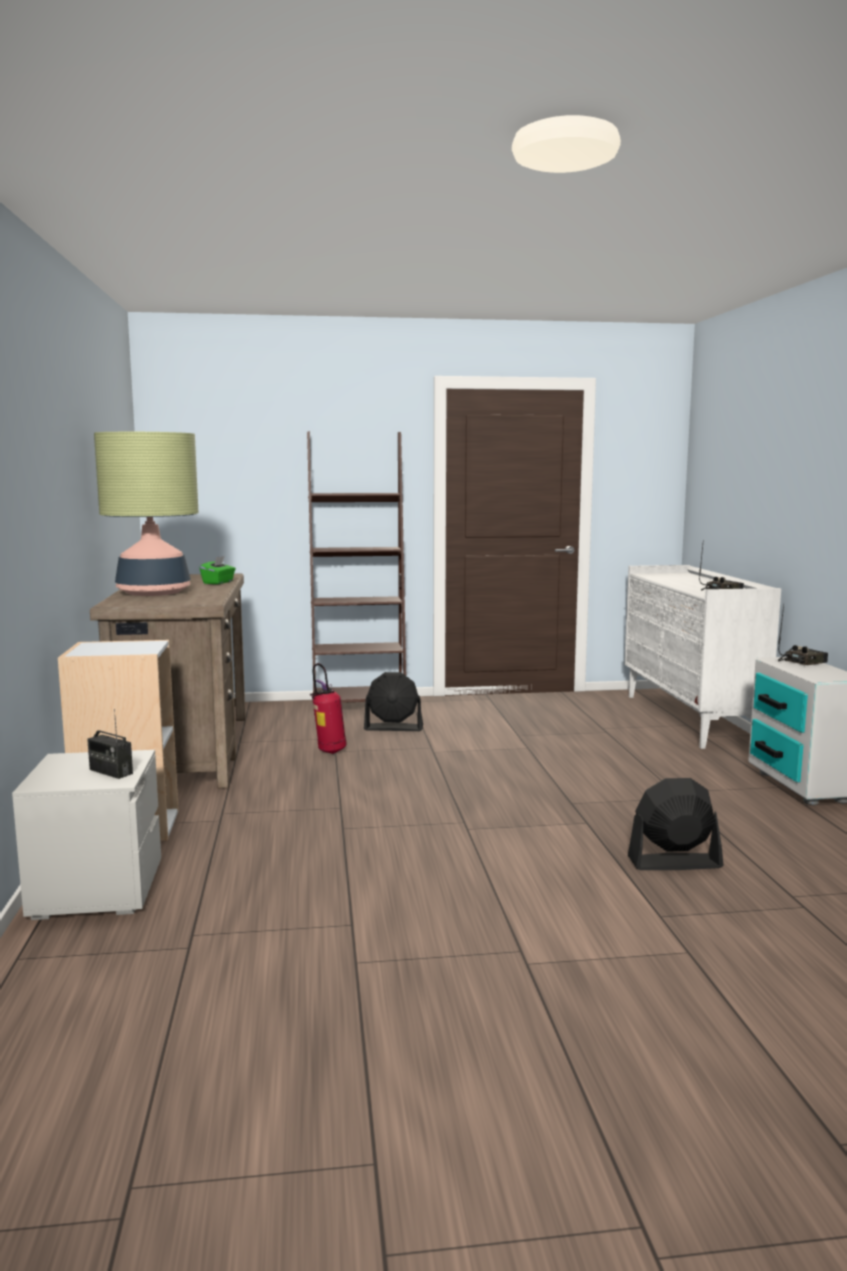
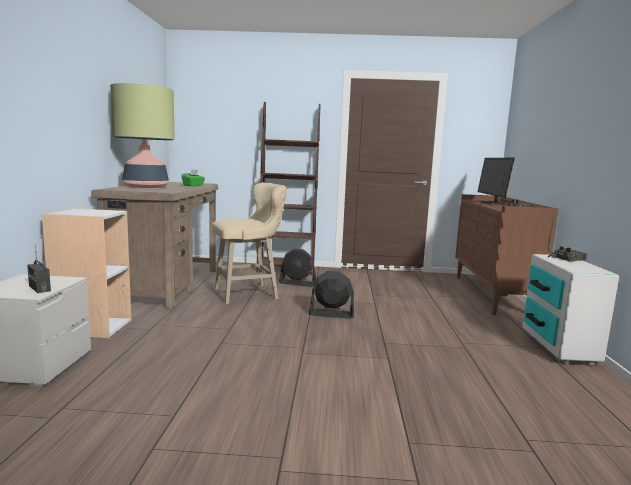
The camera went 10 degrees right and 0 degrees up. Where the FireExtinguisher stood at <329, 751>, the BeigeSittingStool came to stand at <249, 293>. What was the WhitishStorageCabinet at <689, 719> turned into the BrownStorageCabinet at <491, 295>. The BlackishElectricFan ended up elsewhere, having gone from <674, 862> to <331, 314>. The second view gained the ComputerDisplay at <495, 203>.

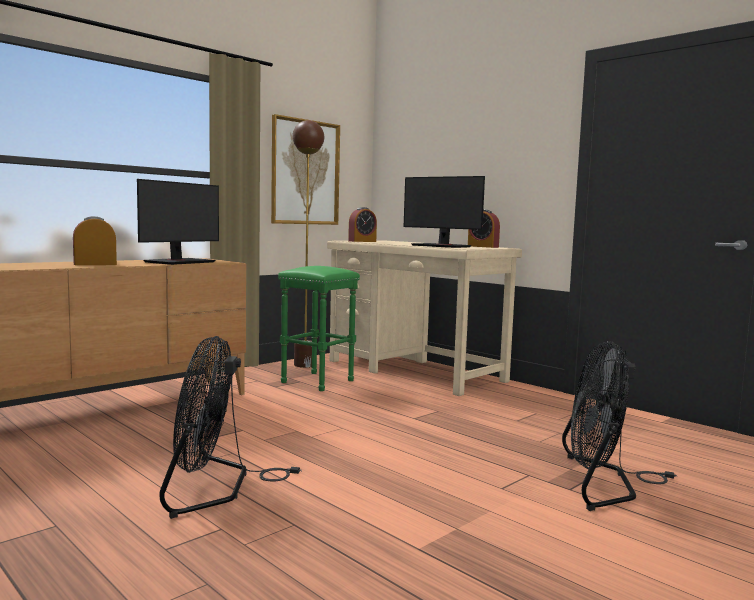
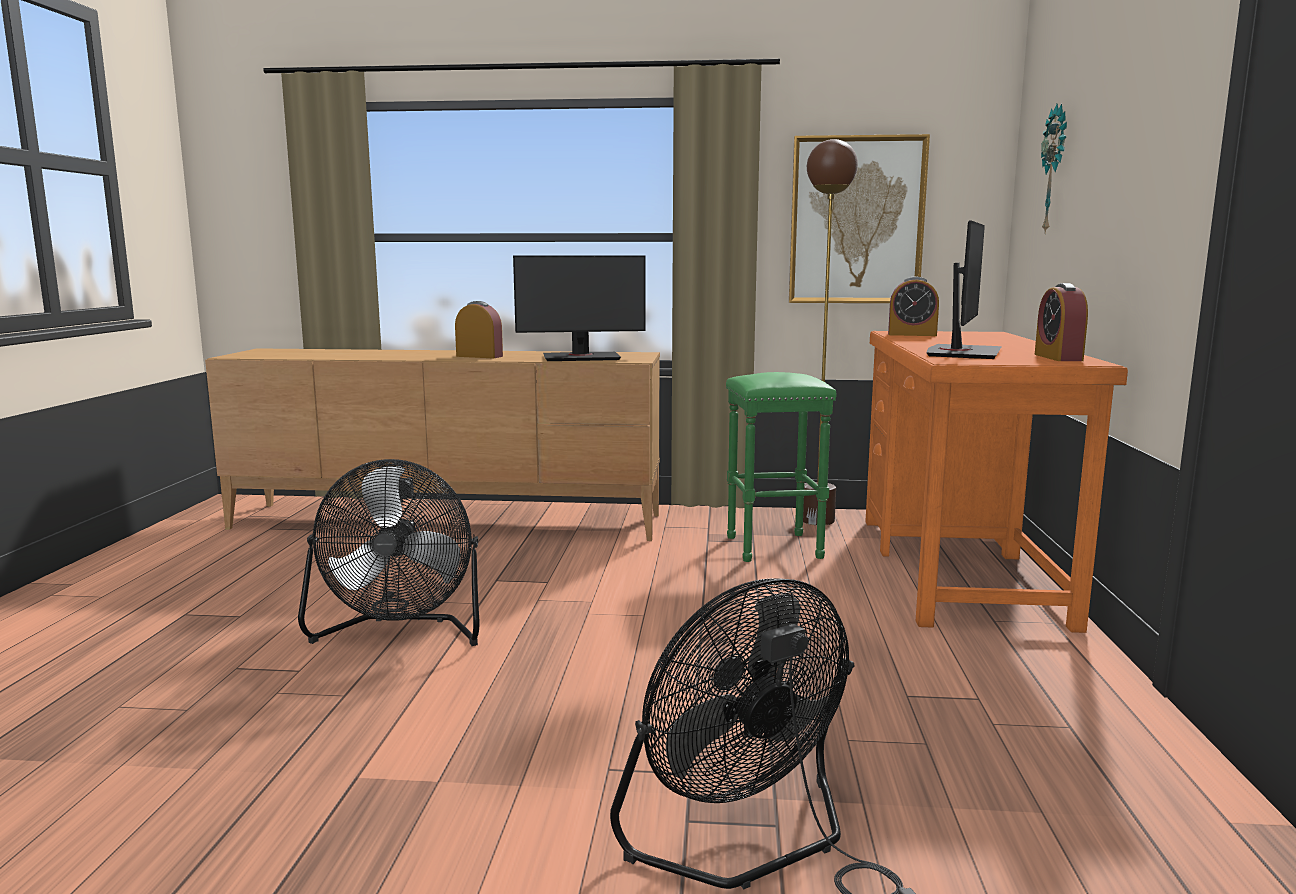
The camera went 50 degrees right and 5 degrees up. The BlackishElectricFan at <220, 483> ended up facing another way, 135 degrees counterclockwise from before. What was the BeigeDeskTable at <415, 371> turned into the OrangeyDeskTable at <959, 568>. The ComputerDisplay at <441, 246> ended up facing another way, 150 degrees counterclockwise from before. The second view gained the HangingClock at <1056, 169>.

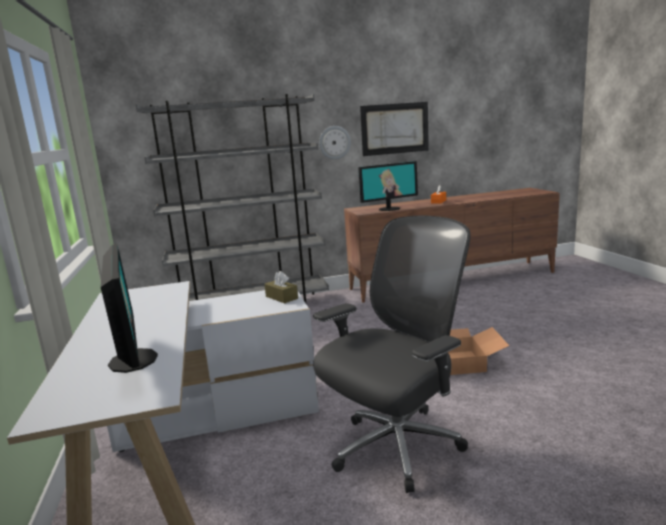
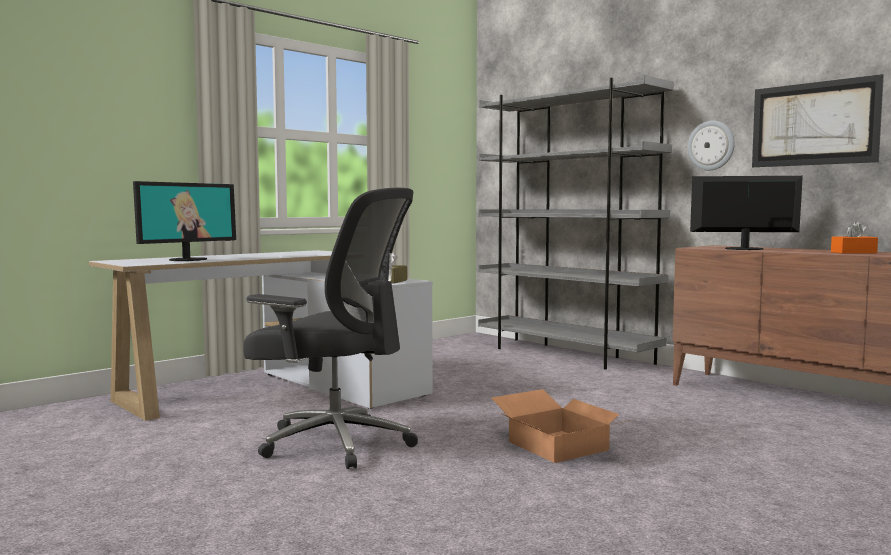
The camera went 60 degrees right and 10 degrees down. The ComputerDisplay at <389, 209> ended up facing another way, 150 degrees clockwise from before.

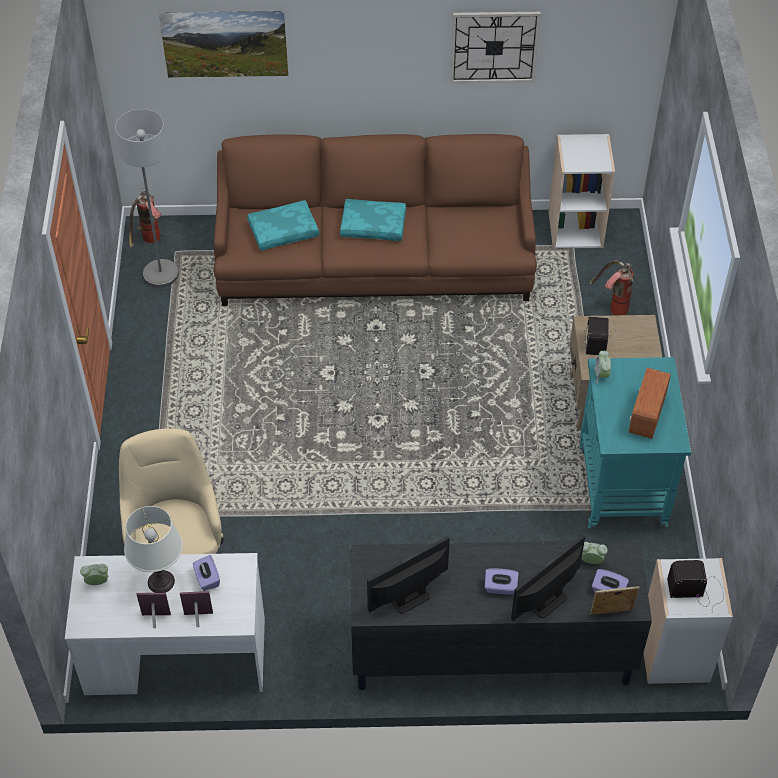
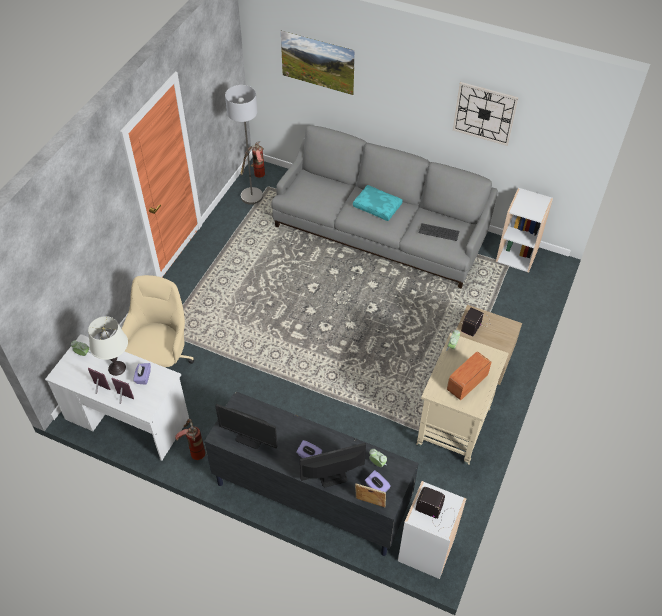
The camera went 25 degrees right and 0 degrees up. What was the BrownSettee at <375, 260> turned into the GreyishSettee at <380, 231>. The second view lost the TurquoiseColouredThrowPillow at <283, 230>. The ComputerDisplay at <409, 597> ended up facing another way, 150 degrees counterclockwise from before. What was the TurquoiseColouredWheeledCart at <621, 488> turned into the BeigeWheeledCart at <453, 428>. The FireExtinguisher ended up elsewhere, having gone from <611, 308> to <194, 450>. The second view gained the ComputerKeyboard at <439, 232>.

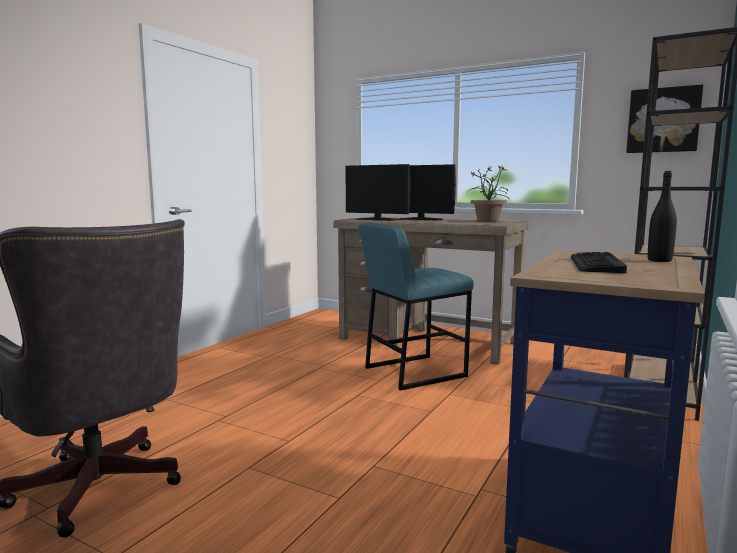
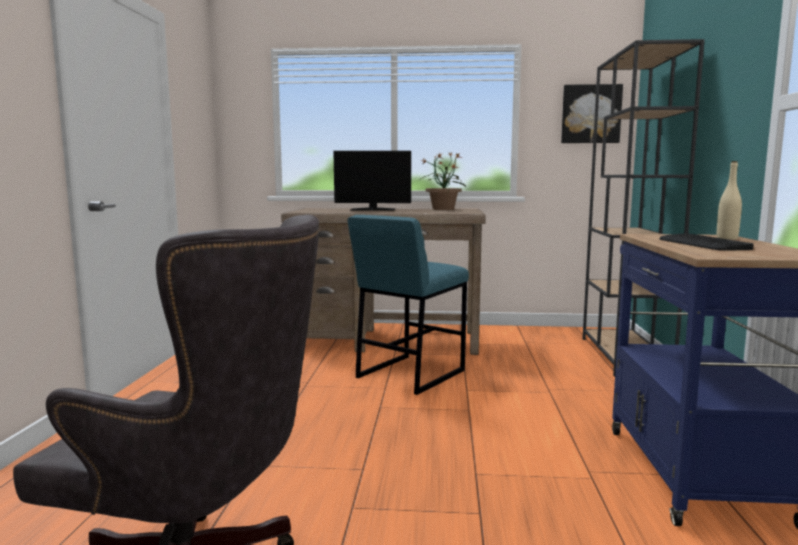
The camera went 25 degrees left and 0 degrees up. The second view lost the ComputerDisplay at <377, 219>. What was the BlackishBeverageBottle at <659, 260> turned into the BeigeBeverageBottle at <727, 238>.

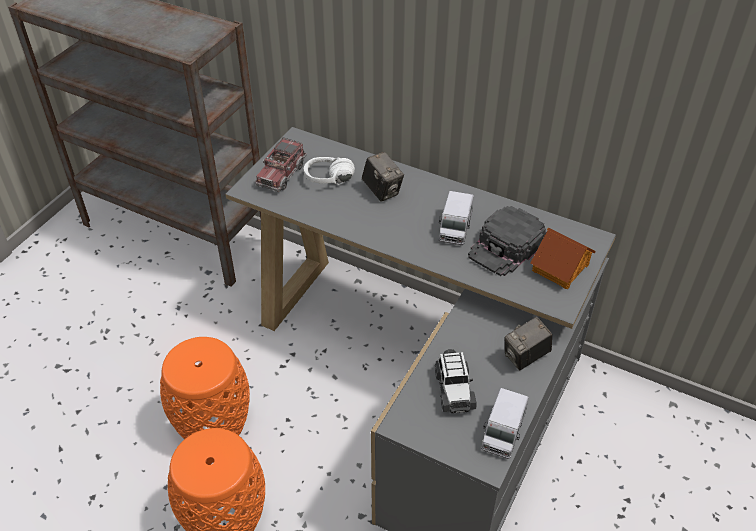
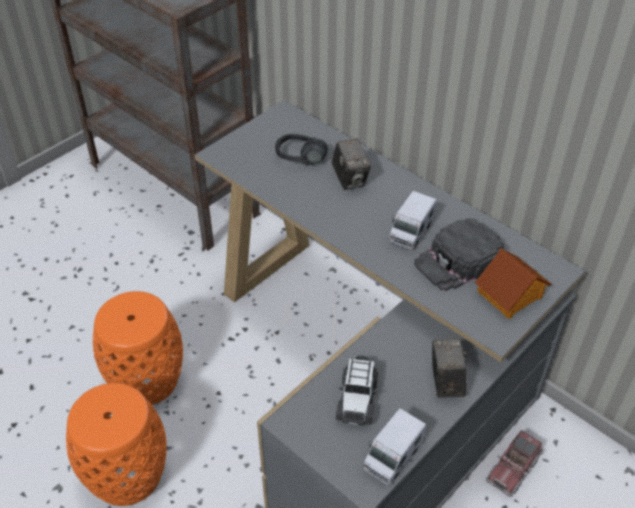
The camera went 15 degrees right and 0 degrees up. The ModelTruck ended up elsewhere, having gone from <281, 174> to <513, 468>. What was the WhitishHeadphones at <329, 183> turned into the BlackishHeadphones at <299, 162>. The PhotoCamera at <525, 357> ended up facing another way, 105 degrees clockwise from before.

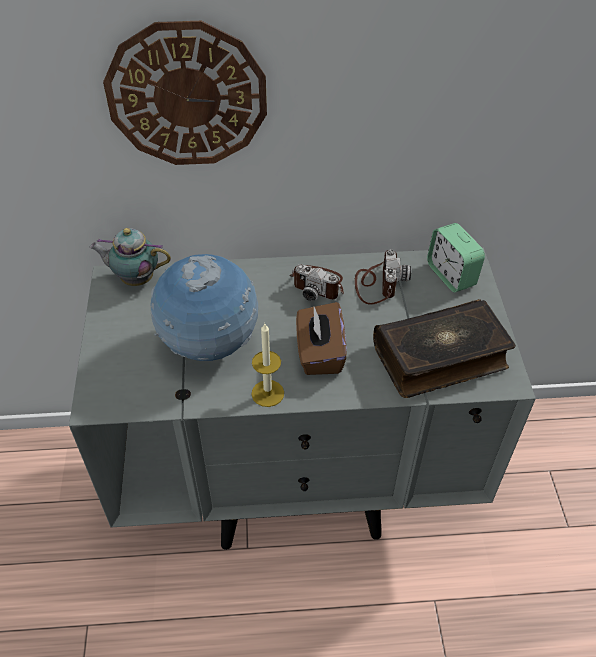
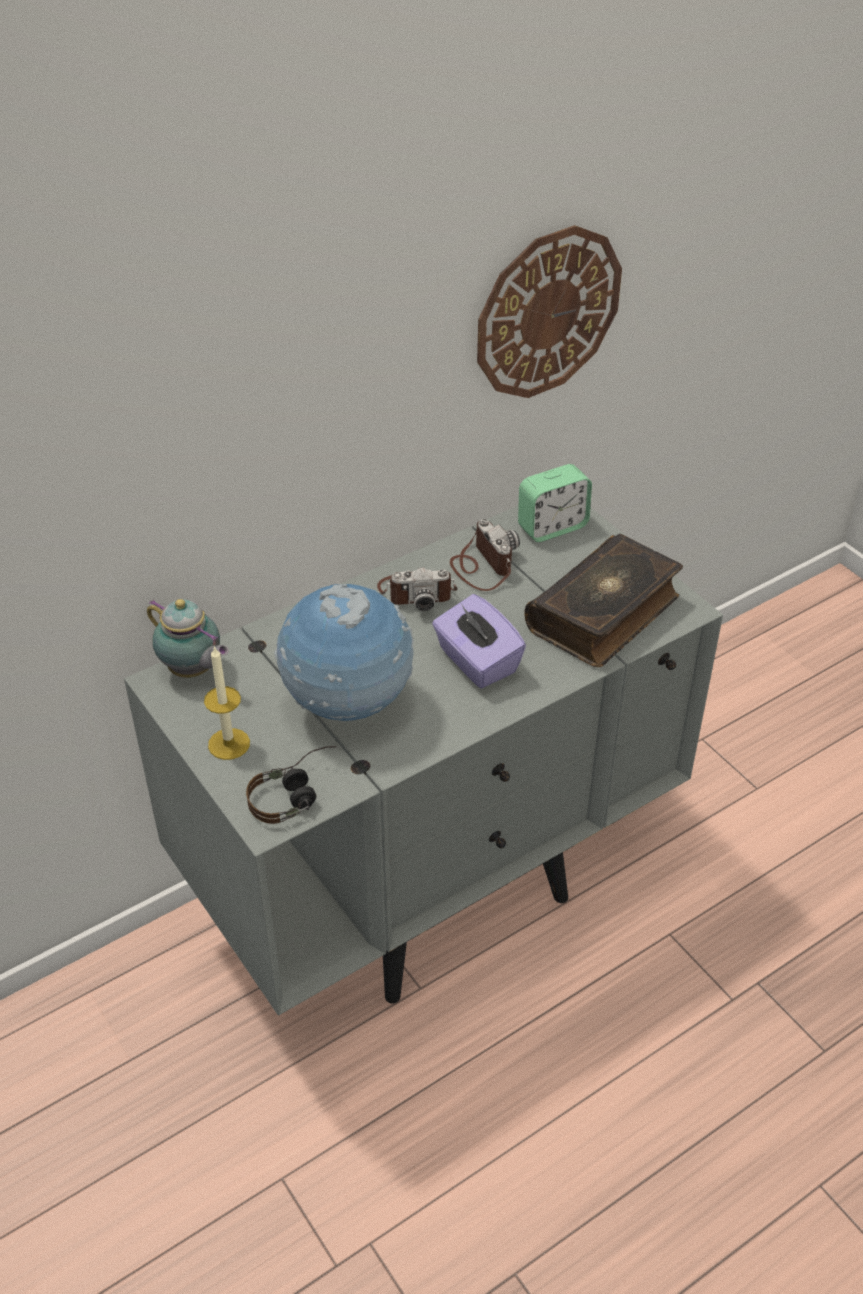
The camera went 30 degrees left and 5 degrees down. The Teapot at <135, 279> ended up facing another way, 120 degrees counterclockwise from before. The HangingClock ended up elsewhere, having gone from <187, 96> to <548, 313>. The WaxLight ended up elsewhere, having gone from <267, 393> to <229, 744>. What was the BrownBoxOfTissues at <319, 353> turned into the PurplishBoxOfTissues at <476, 662>. The TableClock at <451, 275> ended up facing another way, 60 degrees counterclockwise from before. The second view gained the Headphones at <296, 794>.

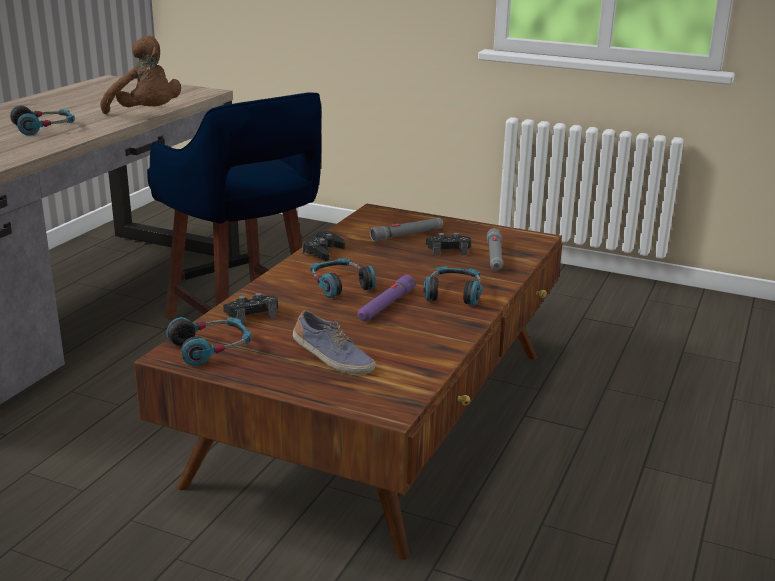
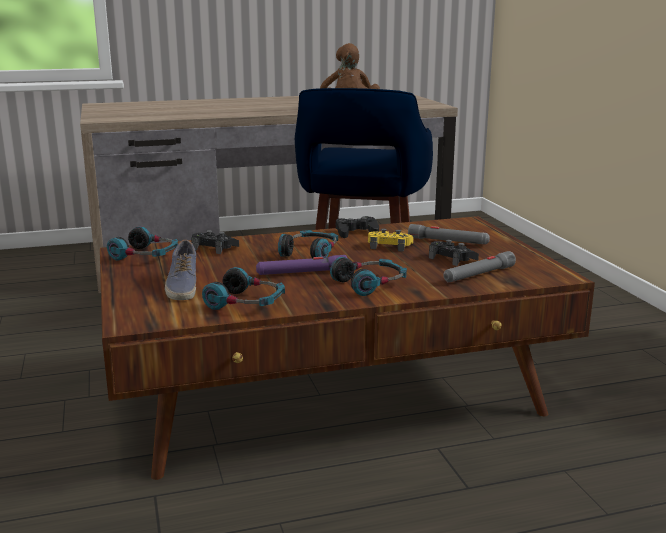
The camera went 50 degrees right and 5 degrees down. The Headphones ended up elsewhere, having gone from <44, 128> to <246, 303>. The second view gained the YellowColouredGamepad at <389, 246>.

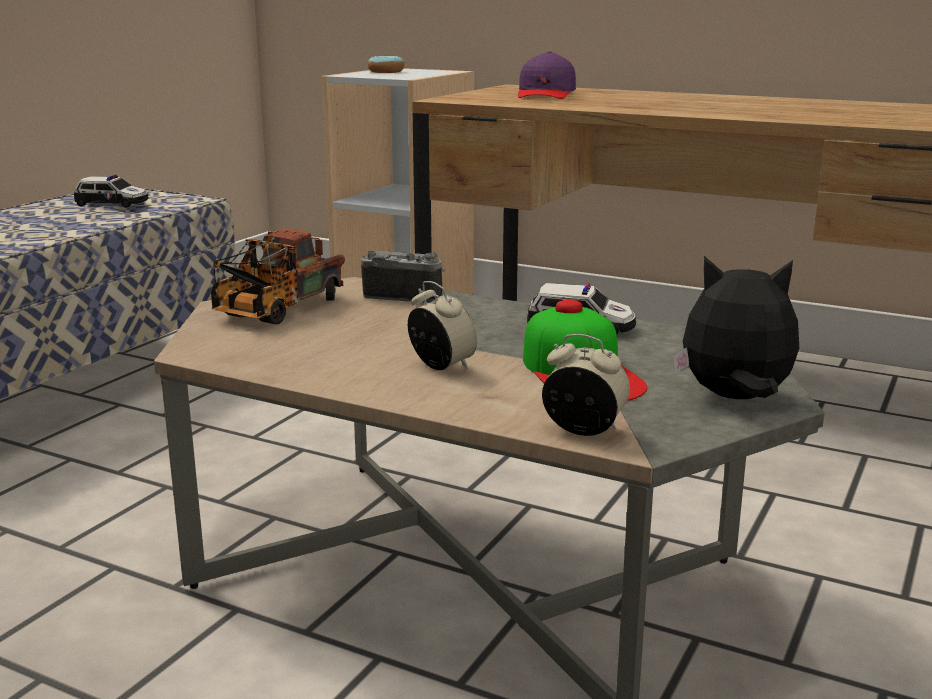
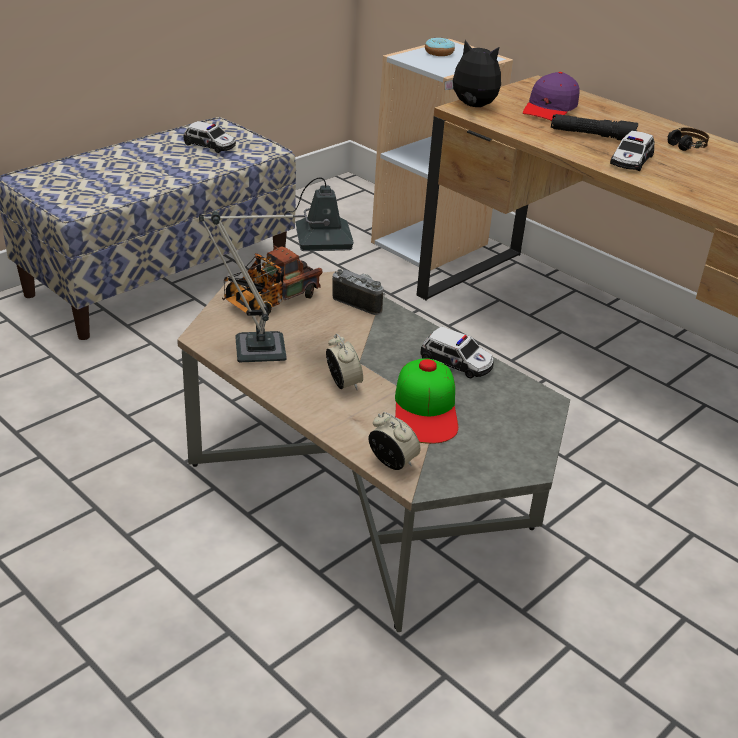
The camera went 15 degrees right and 15 degrees up. The PlushToy ended up elsewhere, having gone from <735, 399> to <472, 107>. The second view gained the TableLamp at <275, 350>. The second view gained the BlackishHandTorch at <592, 135>. The second view gained the ModelCar at <631, 161>. The second view gained the Headphones at <681, 148>.

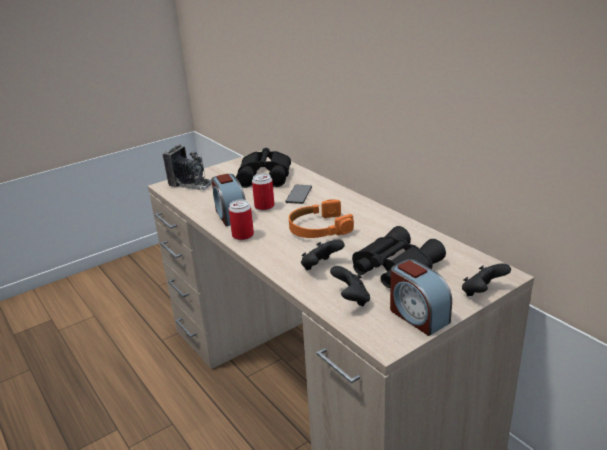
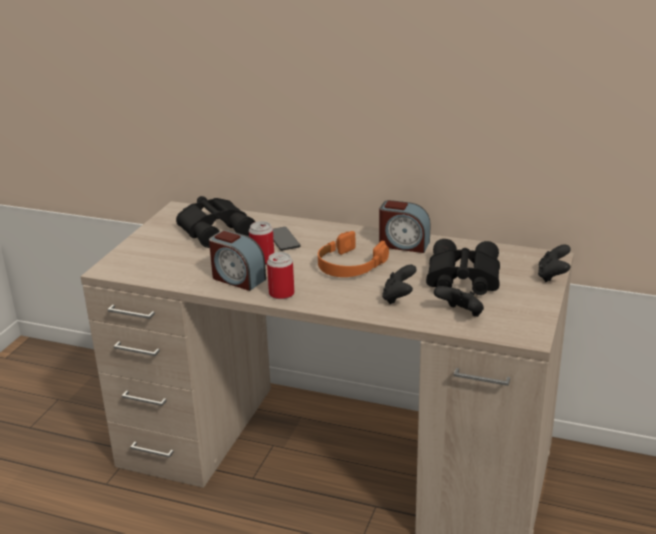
The camera went 35 degrees left and 0 degrees up. The second view lost the PhotoCamera at <192, 183>. The TableClock ended up elsewhere, having gone from <417, 316> to <403, 244>.

